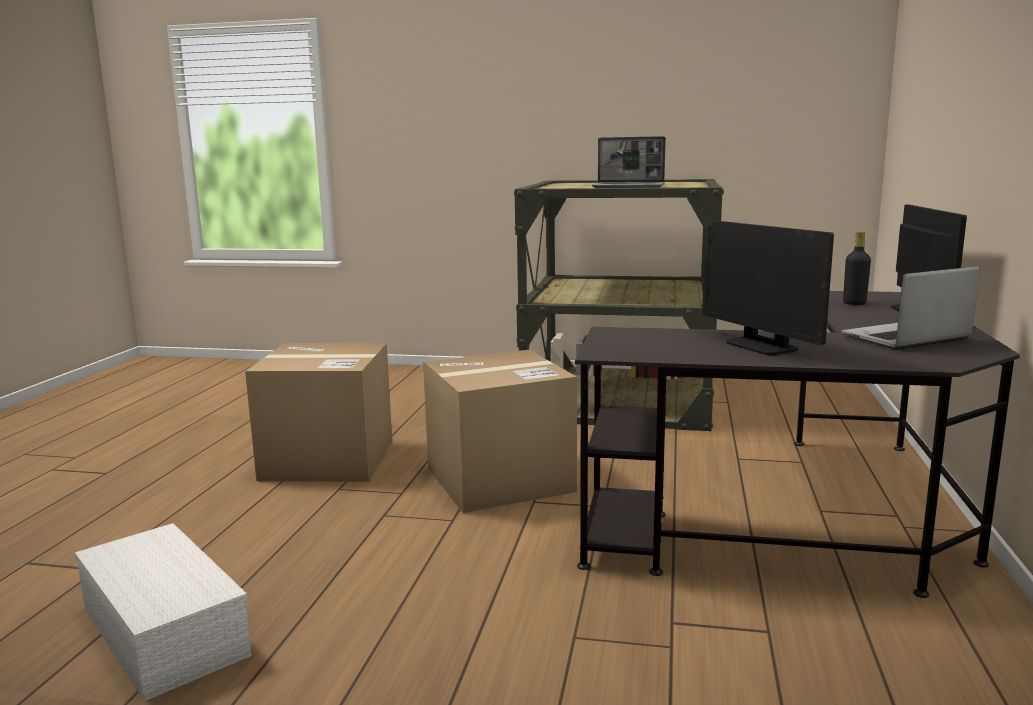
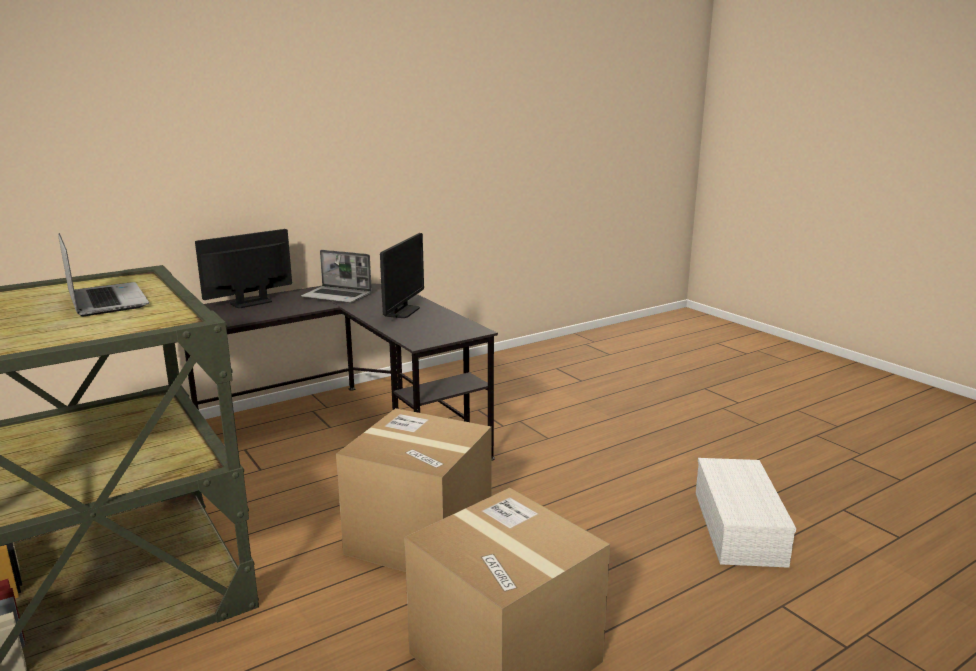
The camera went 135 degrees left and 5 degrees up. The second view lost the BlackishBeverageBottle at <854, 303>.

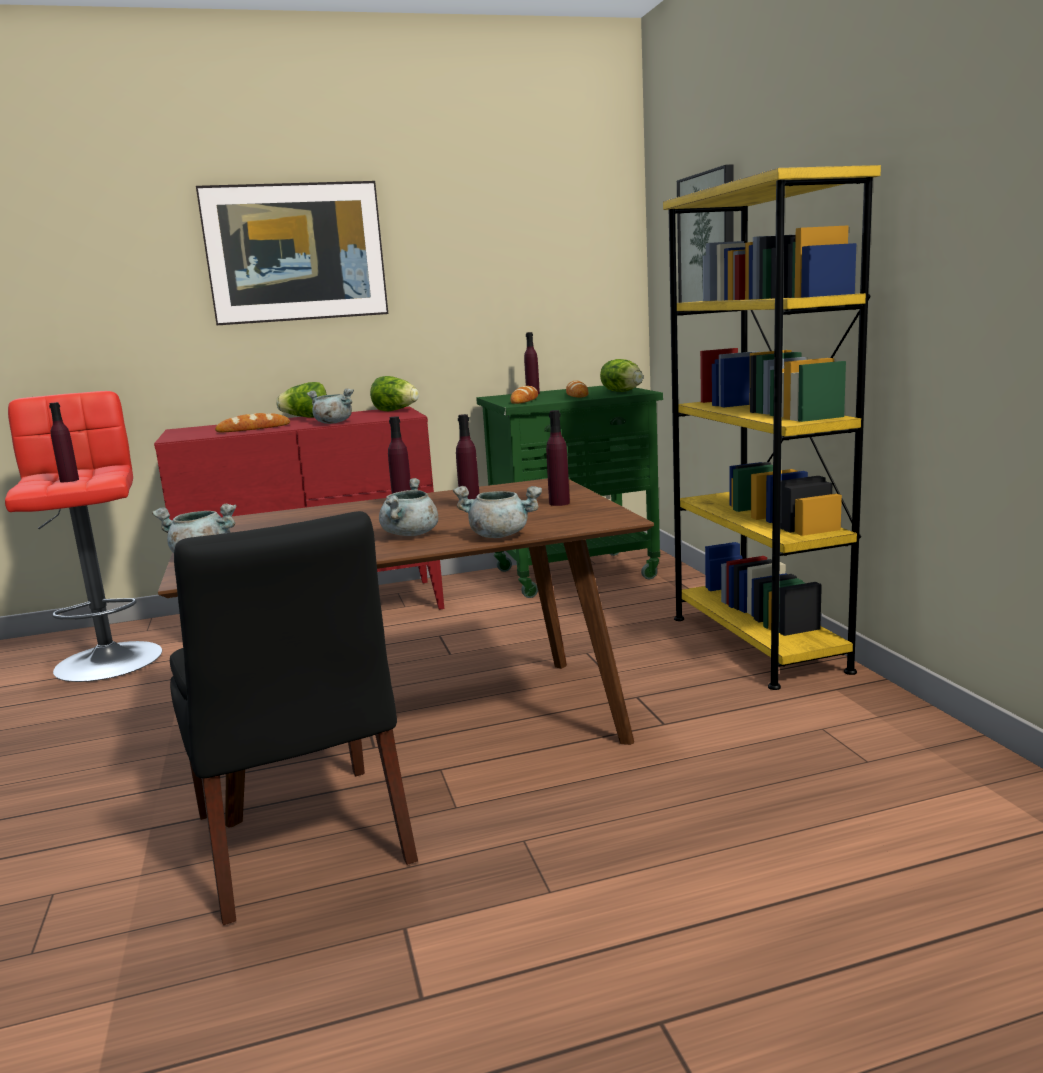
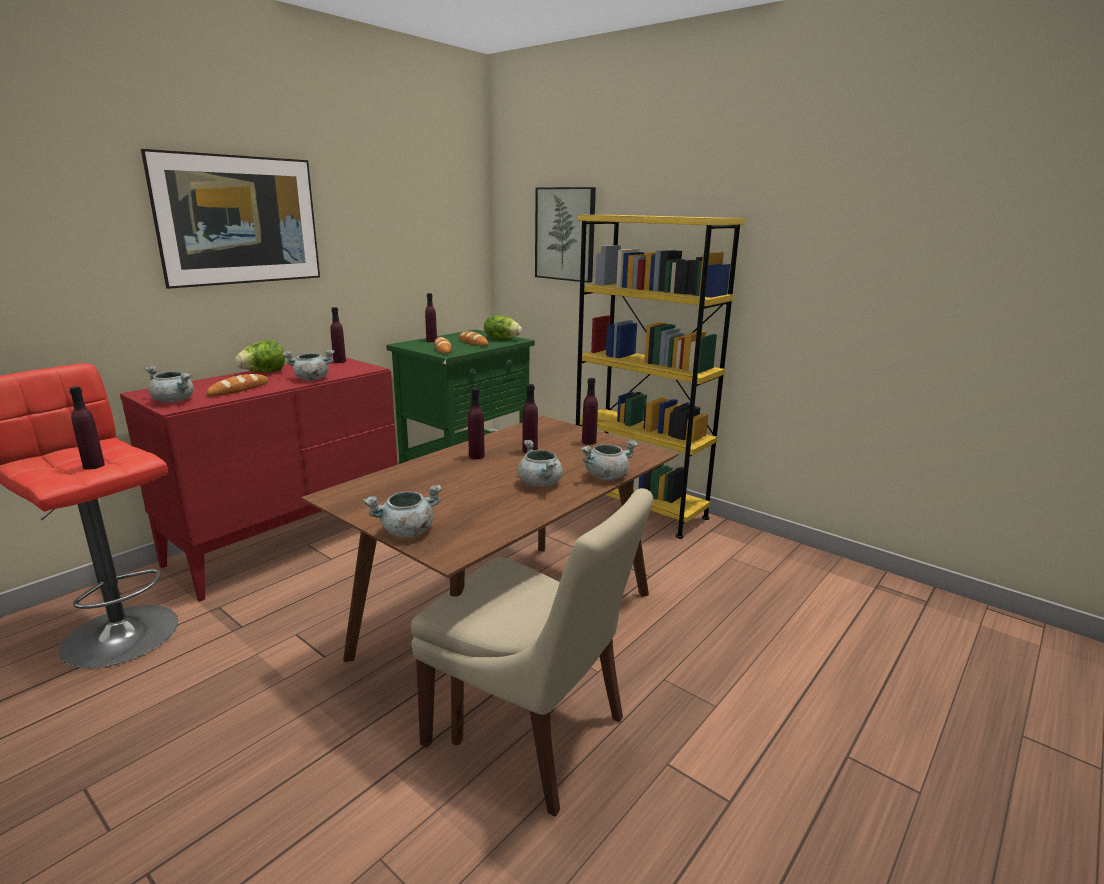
The camera went 35 degrees left and 5 degrees up. What was the BlackishUprightChair at <304, 843> turned into the BeigeUprightChair at <531, 734>. Where the Lettuce stood at <396, 410>, the PurplishBeverageBottle came to stand at <339, 361>. The second view gained the GreyishStockpot at <175, 401>.

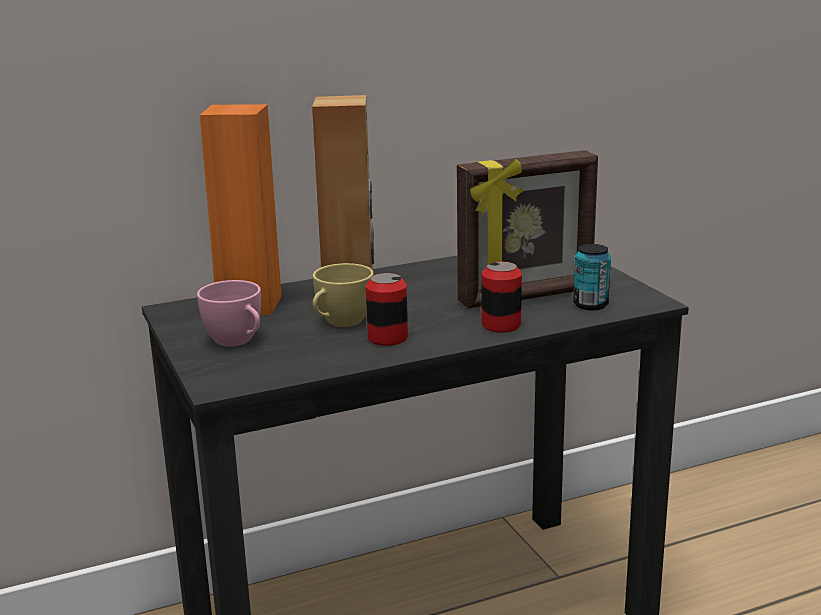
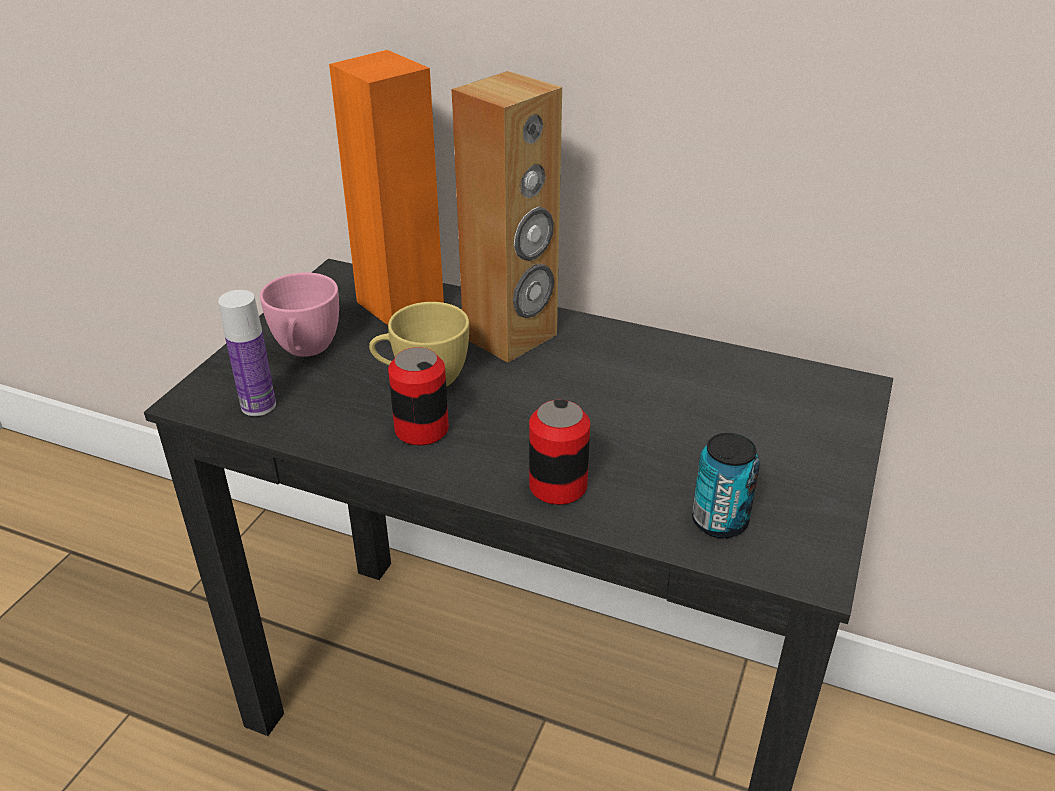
The camera went 45 degrees right and 15 degrees up. The second view lost the PhotoFrame at <526, 297>. The second view gained the BeverageBottle at <258, 405>.

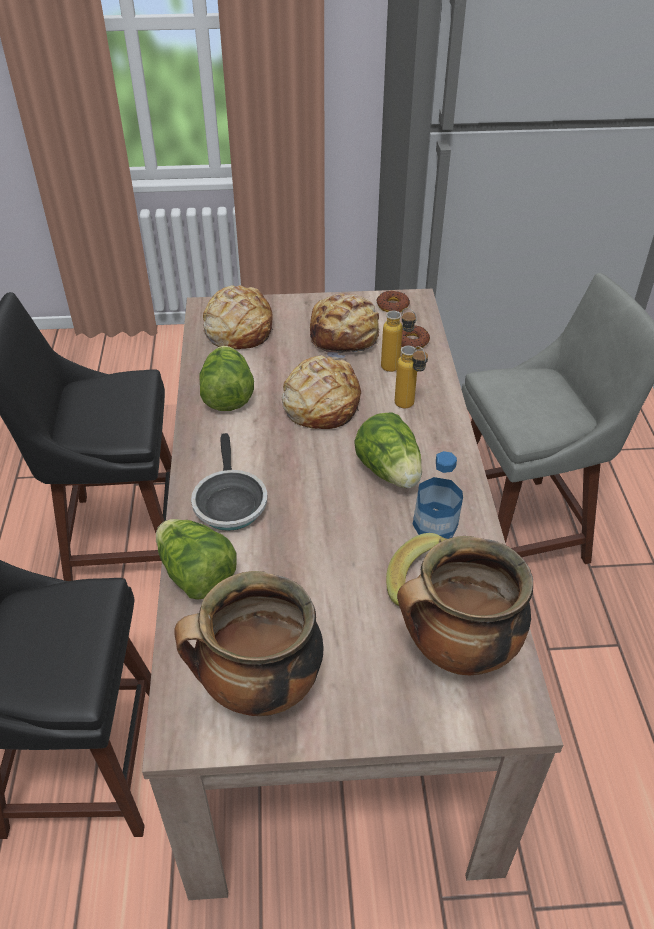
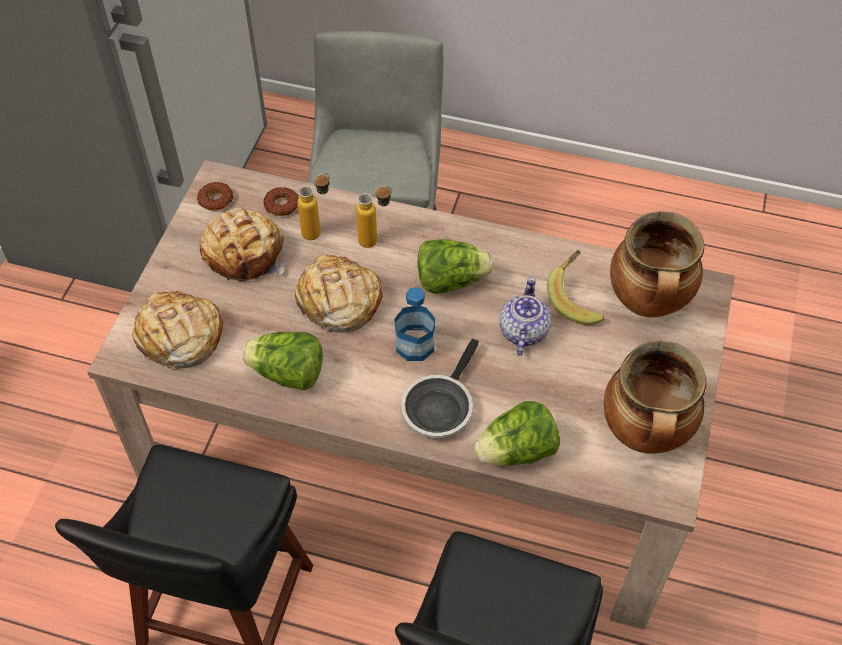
The camera went 70 degrees left and 10 degrees up. The FryingPan at <229, 502> ended up facing another way, 105 degrees clockwise from before. The BeverageBottle ended up elsewhere, having gone from <435, 525> to <415, 345>. The second view gained the Teapot at <522, 332>.

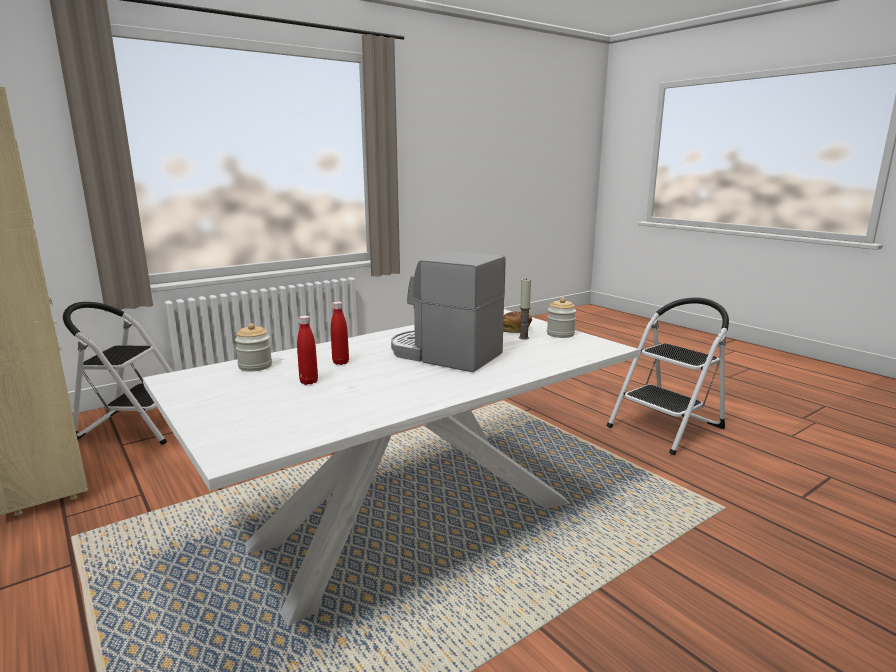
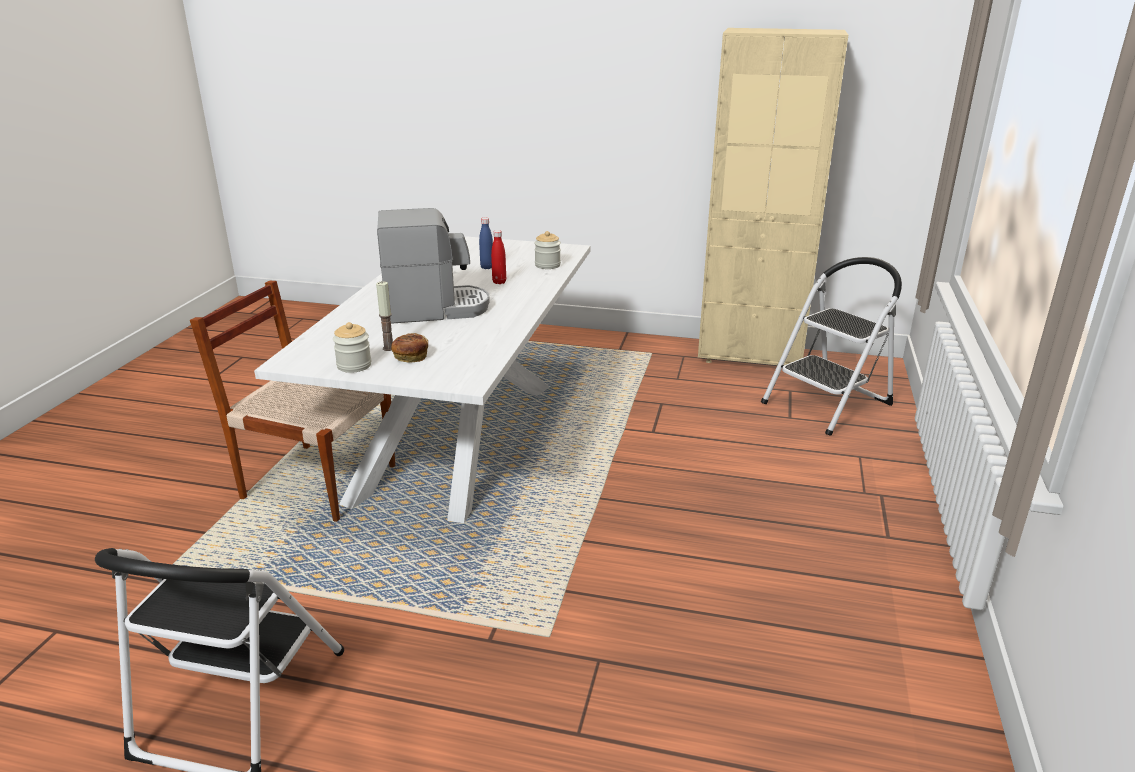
The camera went 140 degrees right and 10 degrees up. What was the RedColouredBeverageBottle at <309, 382> turned into the BluishBeverageBottle at <487, 267>. The second view gained the UprightChair at <316, 481>.

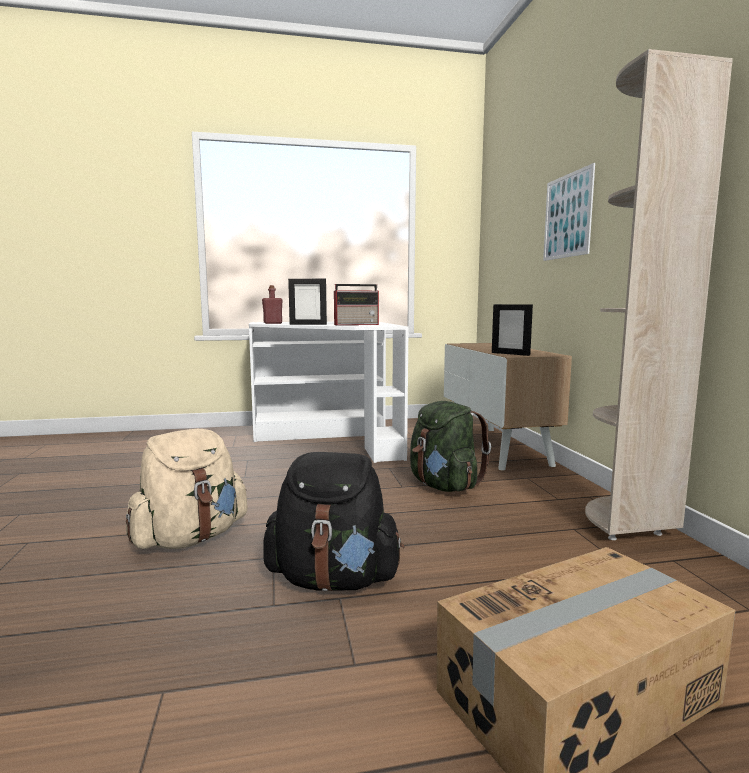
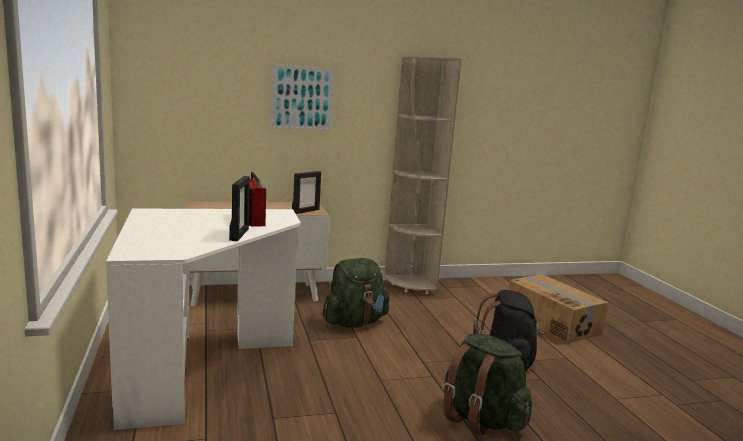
The camera went 95 degrees left and 5 degrees up. What was the BeigeKnapsack at <190, 538> turned into the GreenKnapsack at <481, 419>. The second view lost the RedColouredBeverageBottle at <273, 323>.

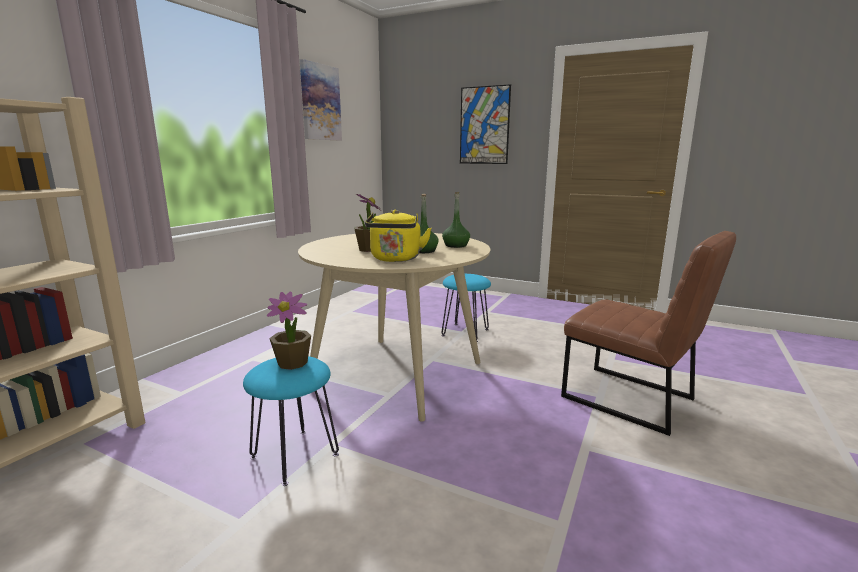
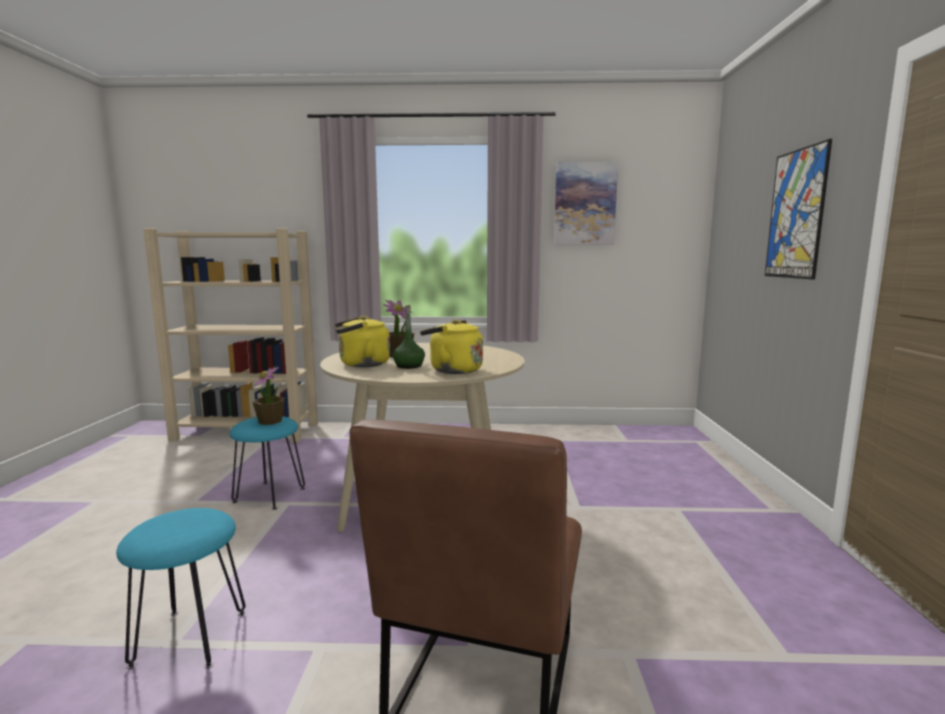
The camera went 65 degrees right and 5 degrees down. The TurquoiseColouredSittingStool ended up elsewhere, having gone from <465, 332> to <190, 638>. Where the GreenBeverageBottle stood at <455, 245>, the YellowColouredKettle came to stand at <452, 370>.

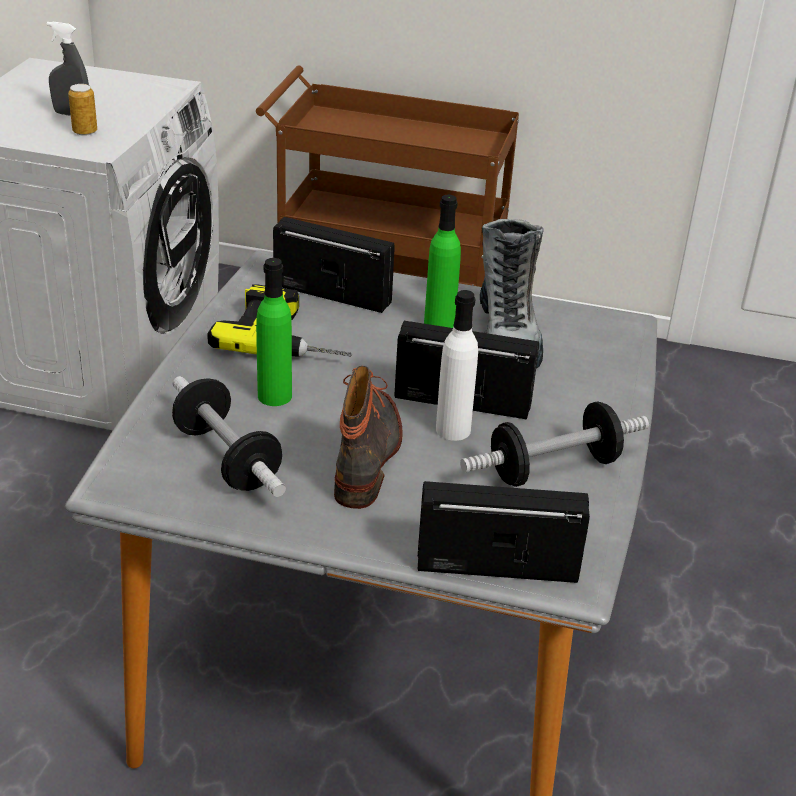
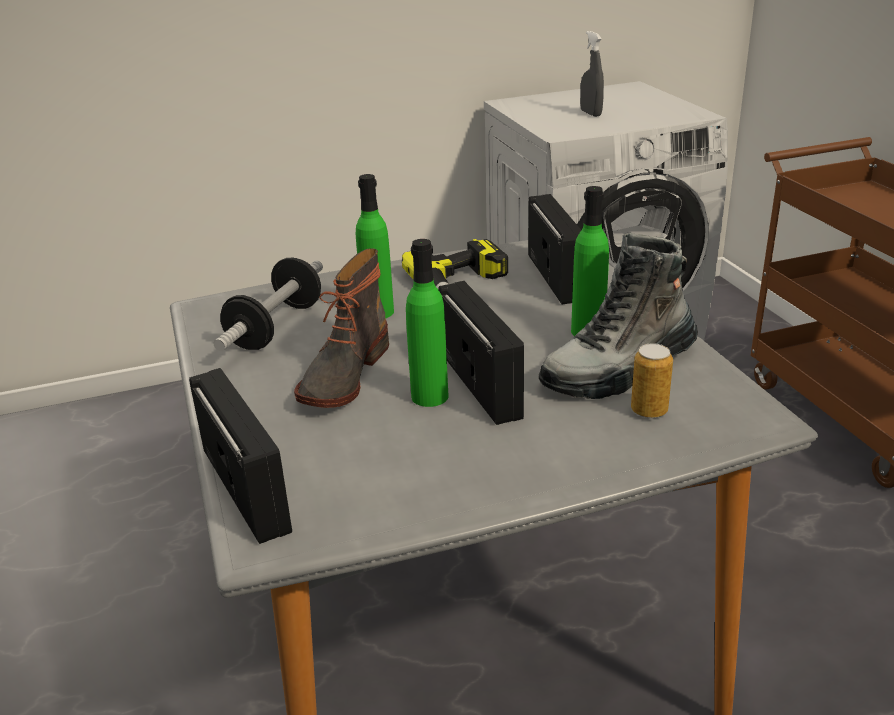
The camera went 60 degrees right and 5 degrees down. The MetalCan ended up elsewhere, having gone from <85, 132> to <649, 411>. The HighTopBoot at <367, 456> ended up facing another way, 135 degrees clockwise from before. What was the WhitishBeverageBottle at <453, 430> turned into the GreenBeverageBottle at <429, 396>. The second view lost the HandWeight at <553, 468>.

